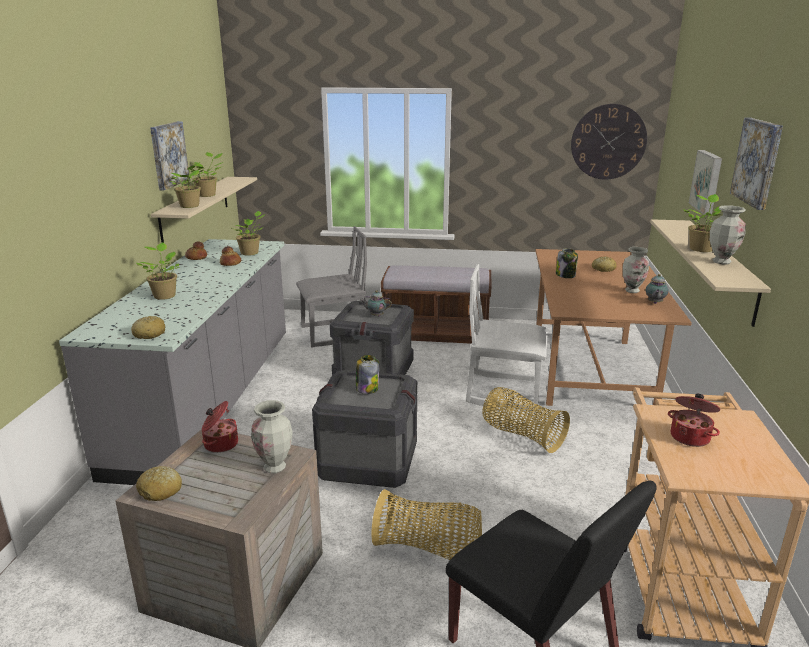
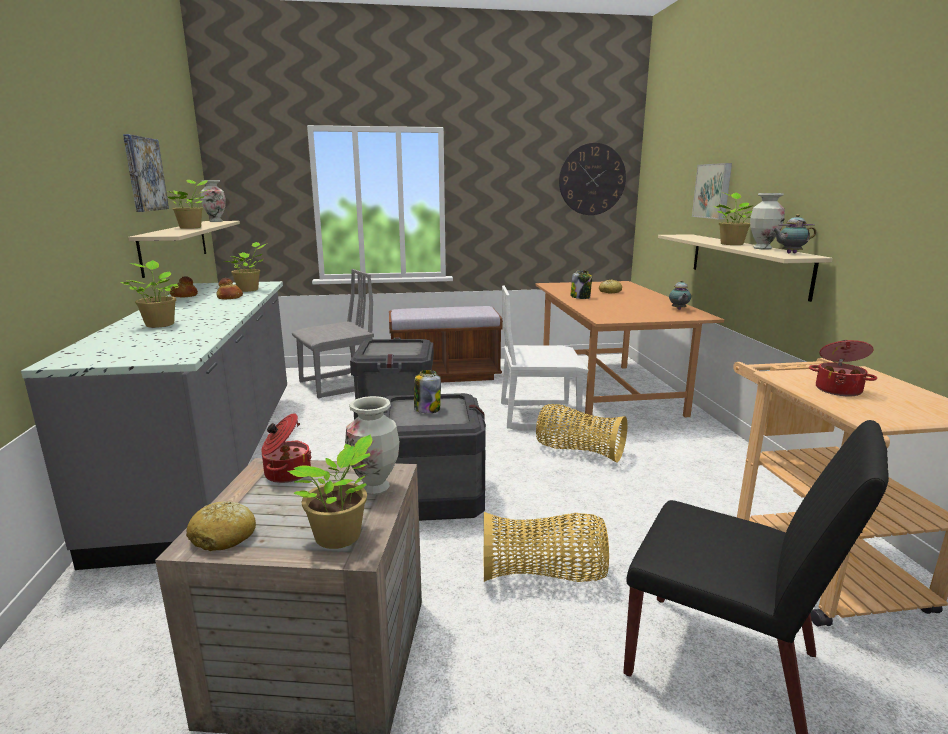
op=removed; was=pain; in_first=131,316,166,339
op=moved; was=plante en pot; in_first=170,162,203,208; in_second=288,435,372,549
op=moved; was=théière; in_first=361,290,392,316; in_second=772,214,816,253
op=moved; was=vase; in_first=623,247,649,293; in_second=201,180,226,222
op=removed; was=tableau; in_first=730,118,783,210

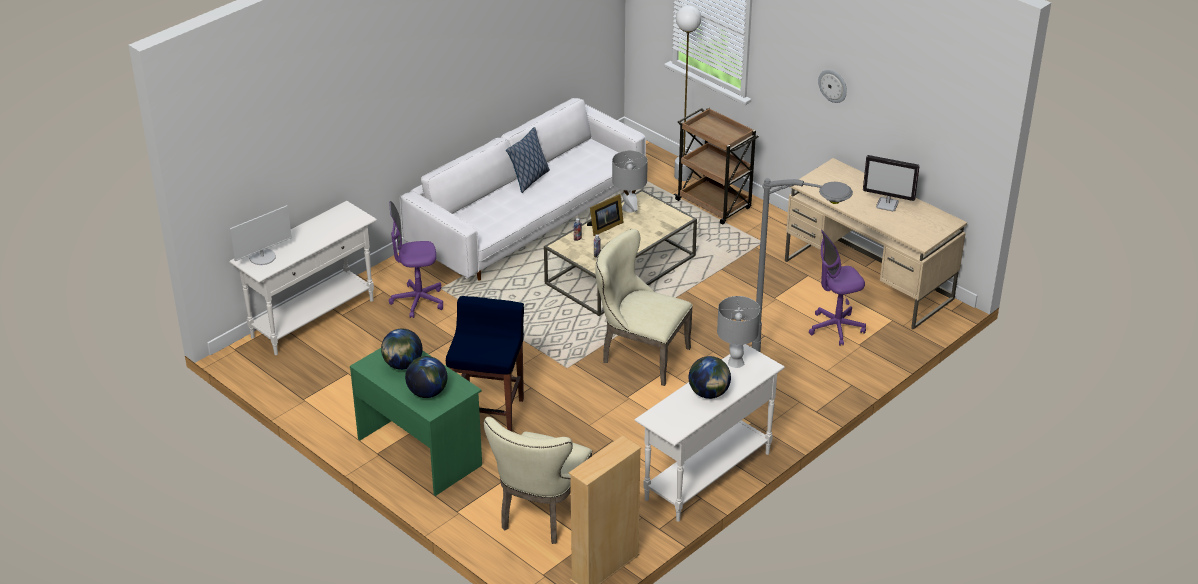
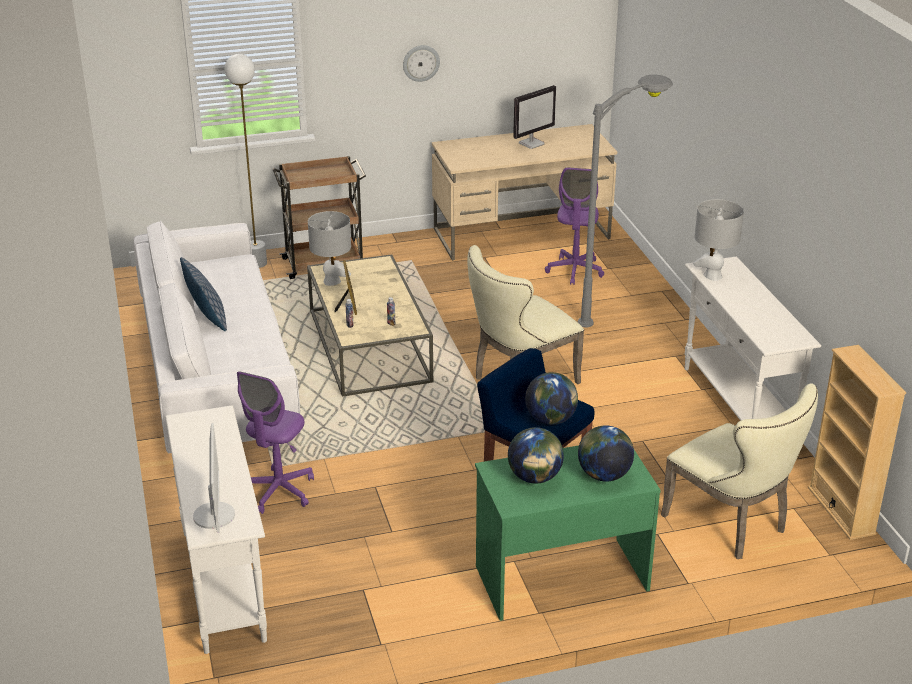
op=moved; was=globe; in_first=688,356,731,399; in_second=525,372,578,425

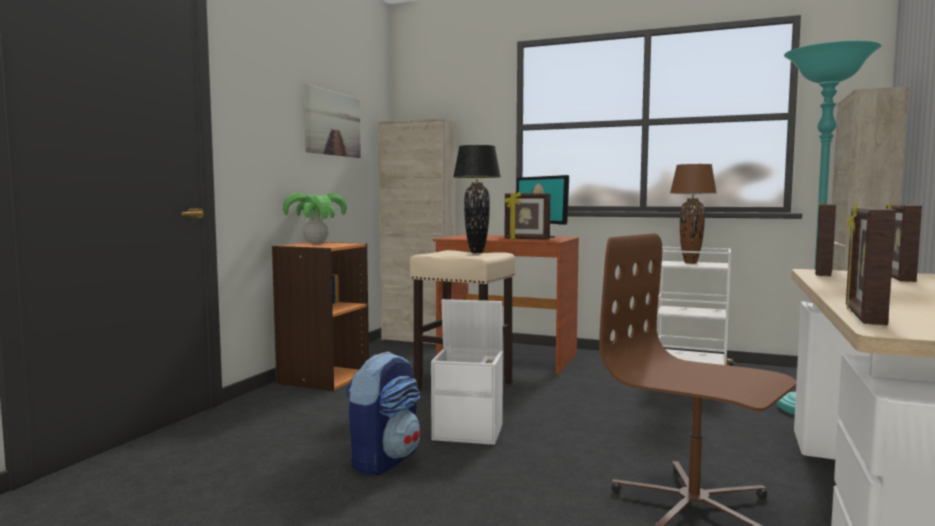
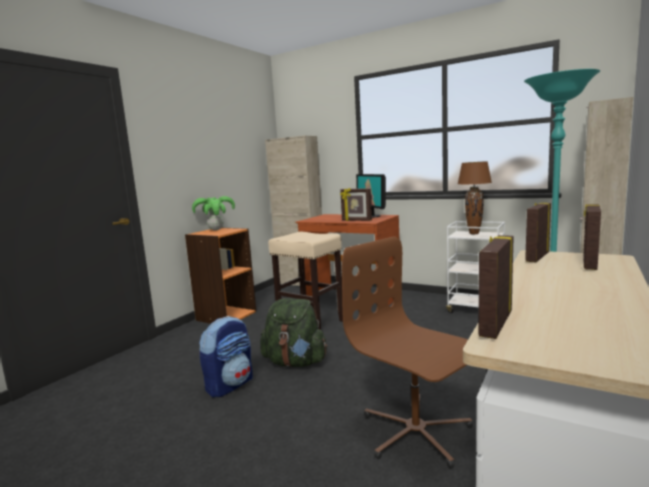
op=removed; was=tableau; in_first=304,84,361,158
op=replaced; was=boîte de rangement [blanc]; now=sac à dos [vert]; in_first=431,299,503,445; in_second=260,298,327,367
op=removed; was=lampe de table [noir]; in_first=453,145,501,253

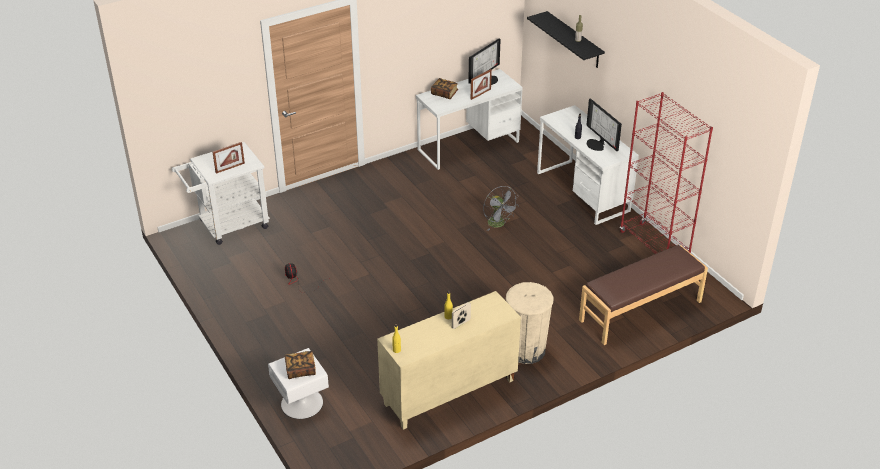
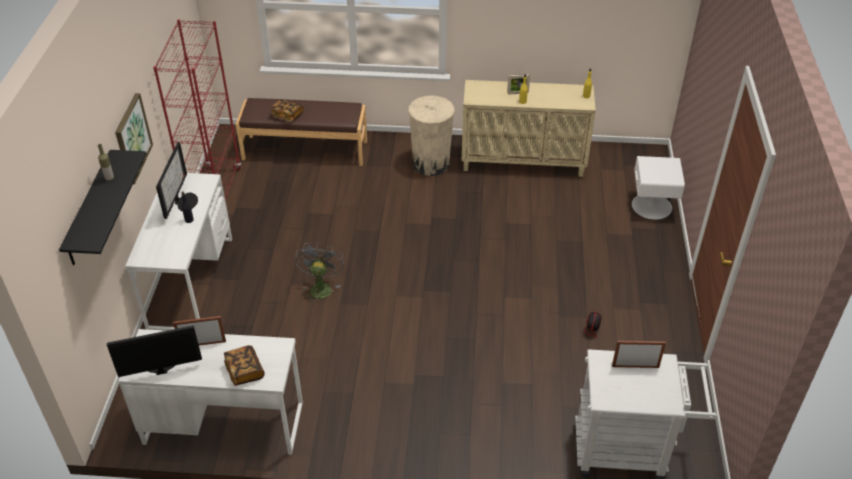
op=moved; was=livre; in_first=285,351,316,379; in_second=271,99,303,122
op=added; now=tableau; in_second=115,93,153,185

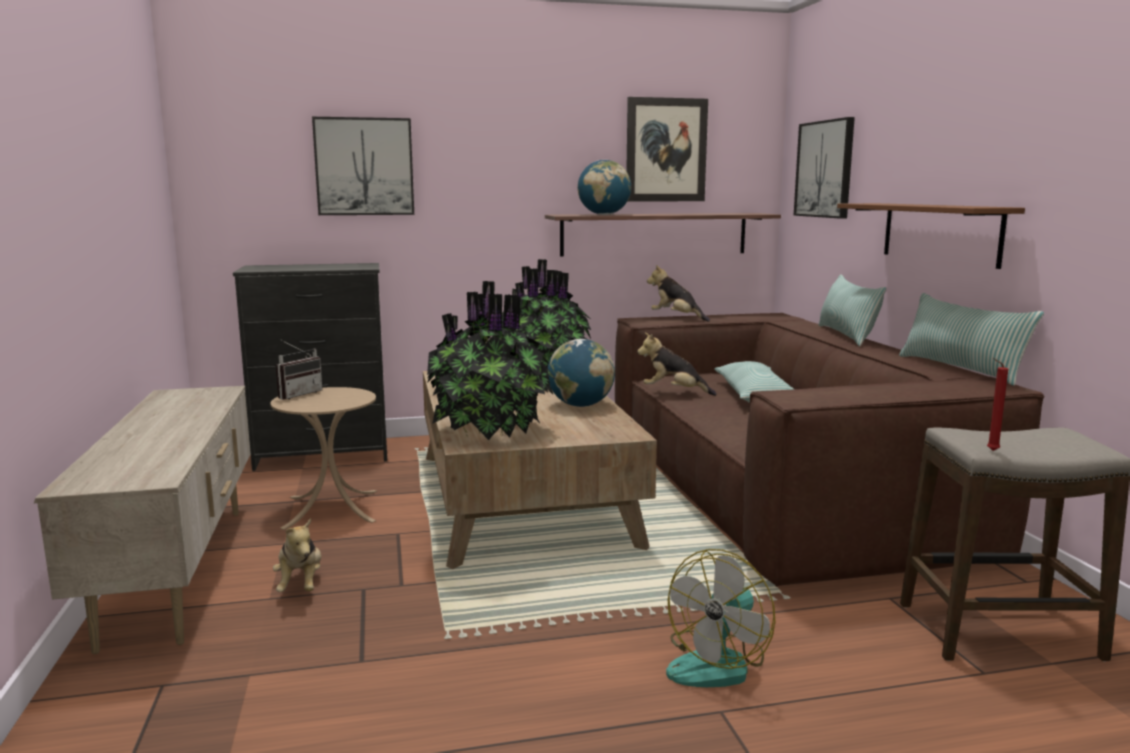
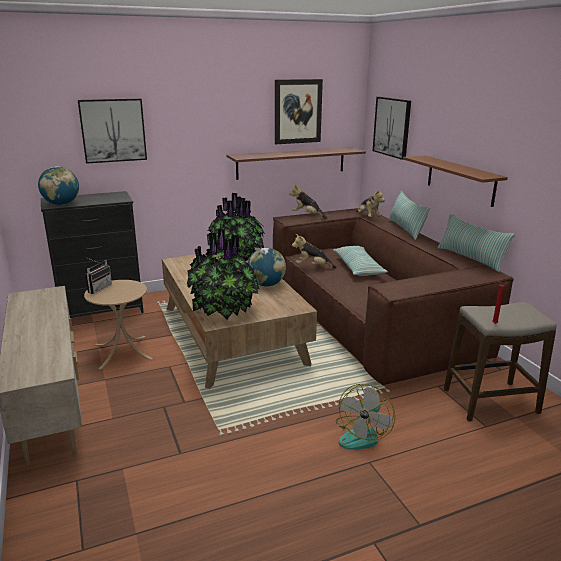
op=moved; was=peluche; in_first=273,519,321,592; in_second=355,189,385,217
op=moved; was=globe; in_first=578,160,631,215; in_second=38,166,79,205

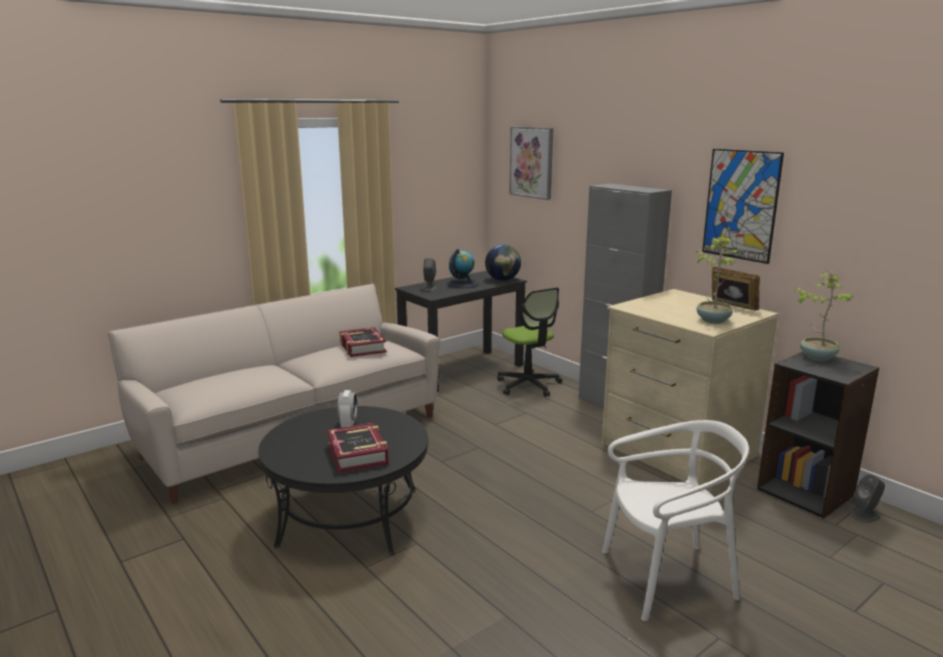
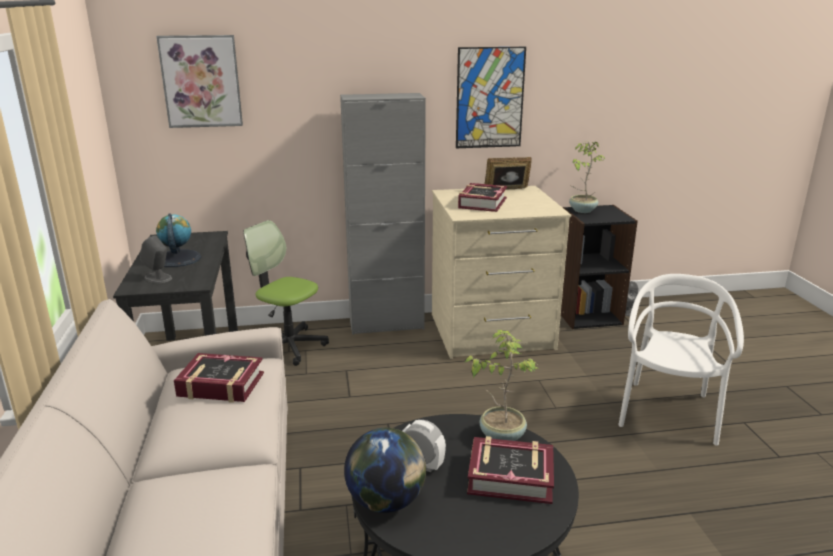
op=moved; was=globe; in_first=485,245,521,281; in_second=344,428,426,513
op=turned; was=chaise de bureau; in_first=497,287,562,397; in_second=243,220,329,366; clockwise=-150
op=moved; was=plante en pot; in_first=696,235,744,324; in_second=464,330,539,441
op=added; now=livre; in_second=458,183,507,212

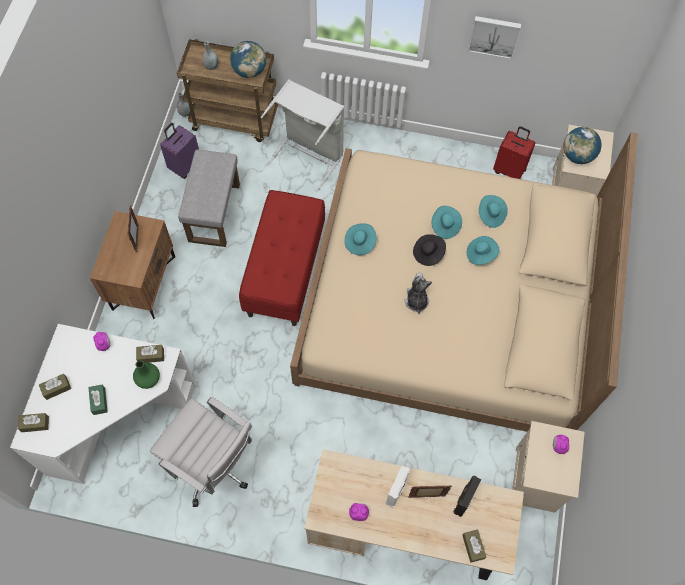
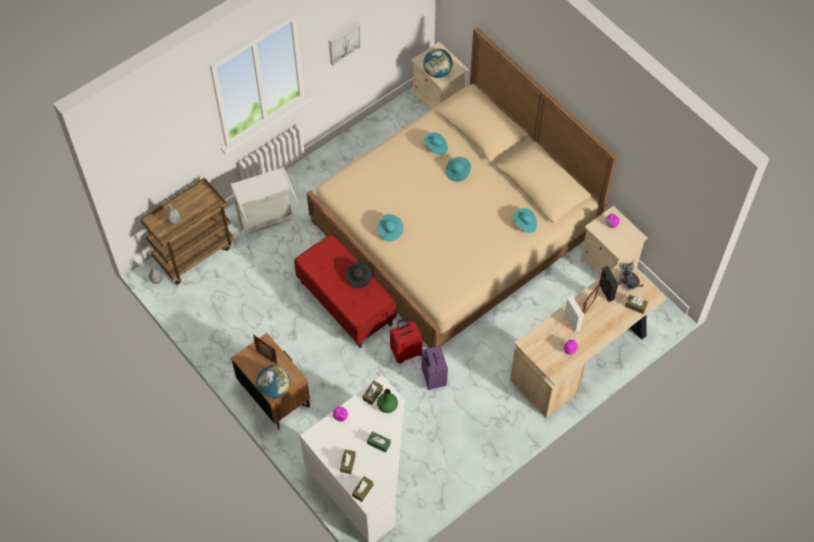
op=removed; was=chaise de bureau [blanc]; in_first=150,397,252,507
op=moved; was=valise [violet]; in_first=160,123,199,179; in_second=421,346,448,390
op=removed; was=pouf [gris]; in_first=178,150,240,247
op=moved; was=globe; in_first=230,41,266,78; in_second=256,365,290,399
op=moved; was=peluche; in_first=404,272,432,314; in_second=616,260,644,291
op=moved; was=chapeau [noir]; in_first=413,234,446,266; in_second=346,261,372,288
op=moved; was=chapeau [turquoise]; in_first=431,206,462,239; in_second=514,208,537,233
op=moved; was=valise [rouge]; in_first=493,126,536,179; in_second=390,318,422,363

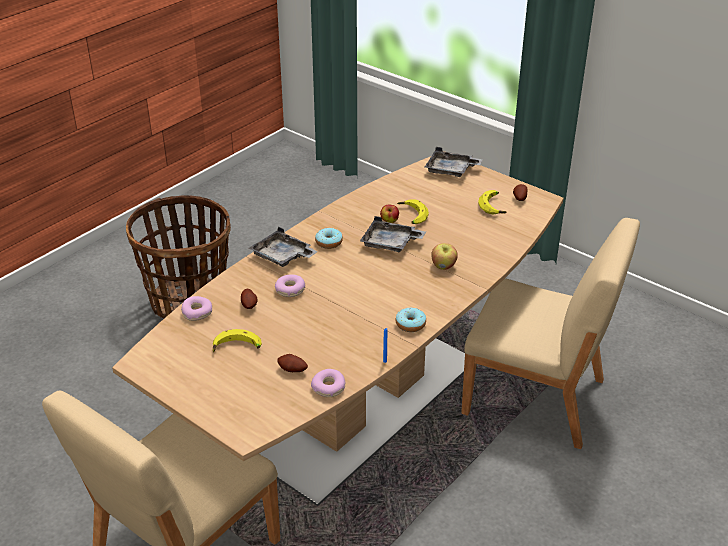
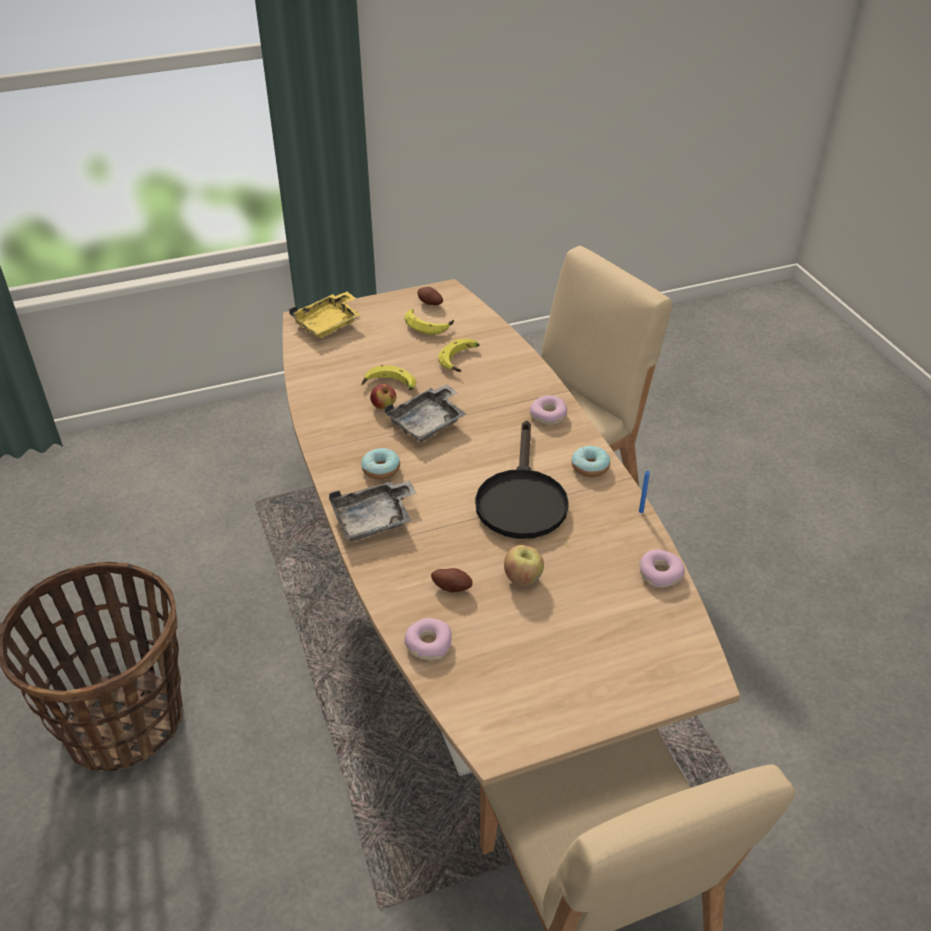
op=moved; was=banane; in_first=213,329,262,352; in_second=438,339,480,372
op=moved; was=beignet; in_first=275,274,305,297; in_second=529,395,567,425
op=removed; was=pomme de terre; in_first=278,354,308,372
op=recoloured; was=plateau [gris]; now=plateau [jaune]; in_first=425,147,483,177; in_second=289,292,361,338
op=moved; was=pomme; in_first=431,243,458,270; in_second=504,545,544,586
op=added; now=poêle [noir]; in_second=475,421,569,539

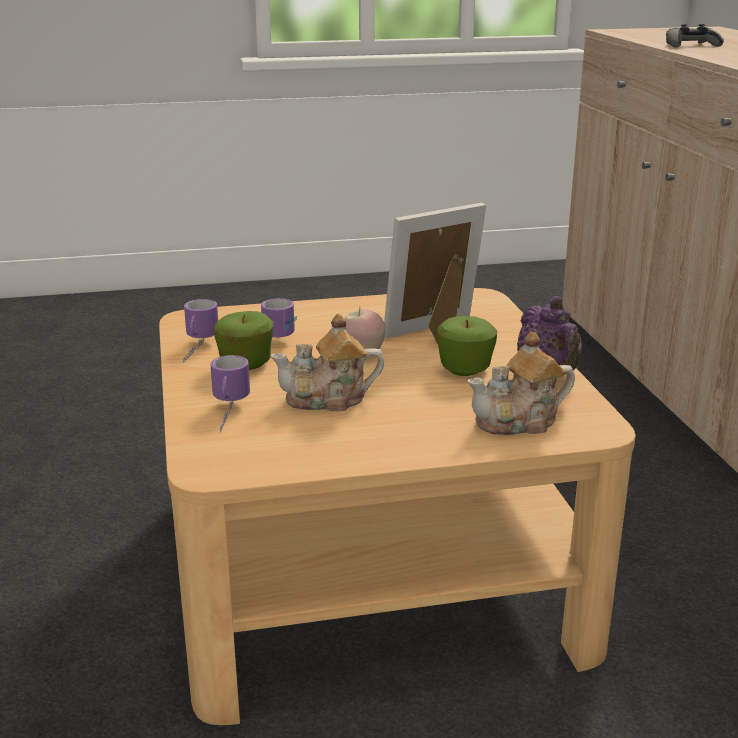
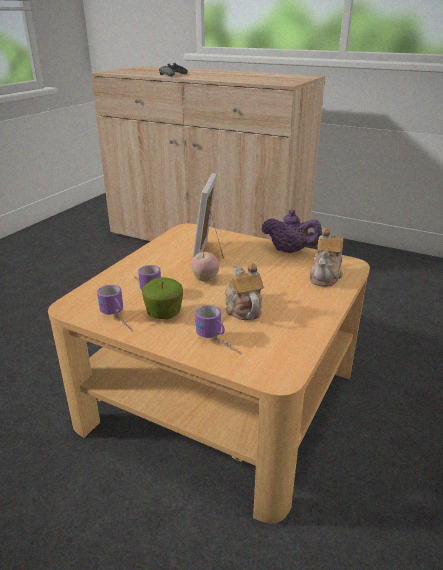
op=turned; was=théière; in_first=271,314,384,411; in_second=225,263,264,320; clockwise=135
op=removed; was=pomme; in_first=437,316,497,376

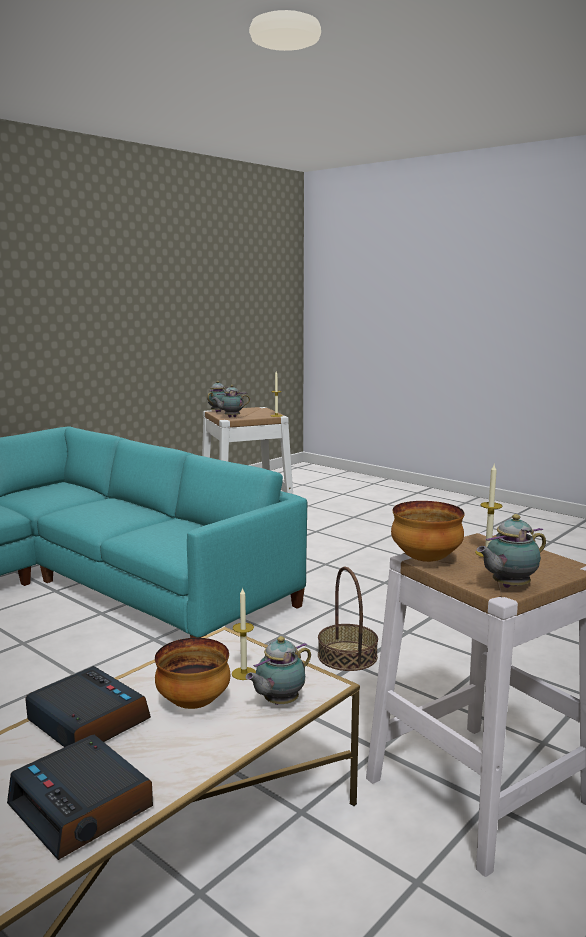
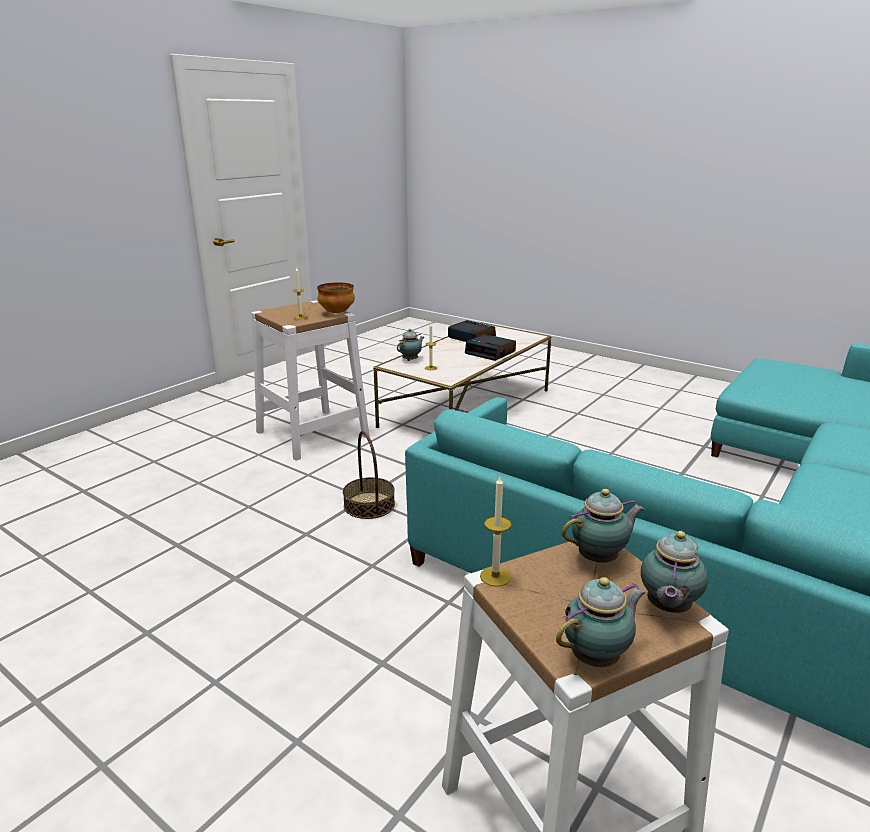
op=removed; was=bol; in_first=155,638,230,709
op=moved; was=théière; in_first=477,514,546,588; in_second=556,577,646,667

